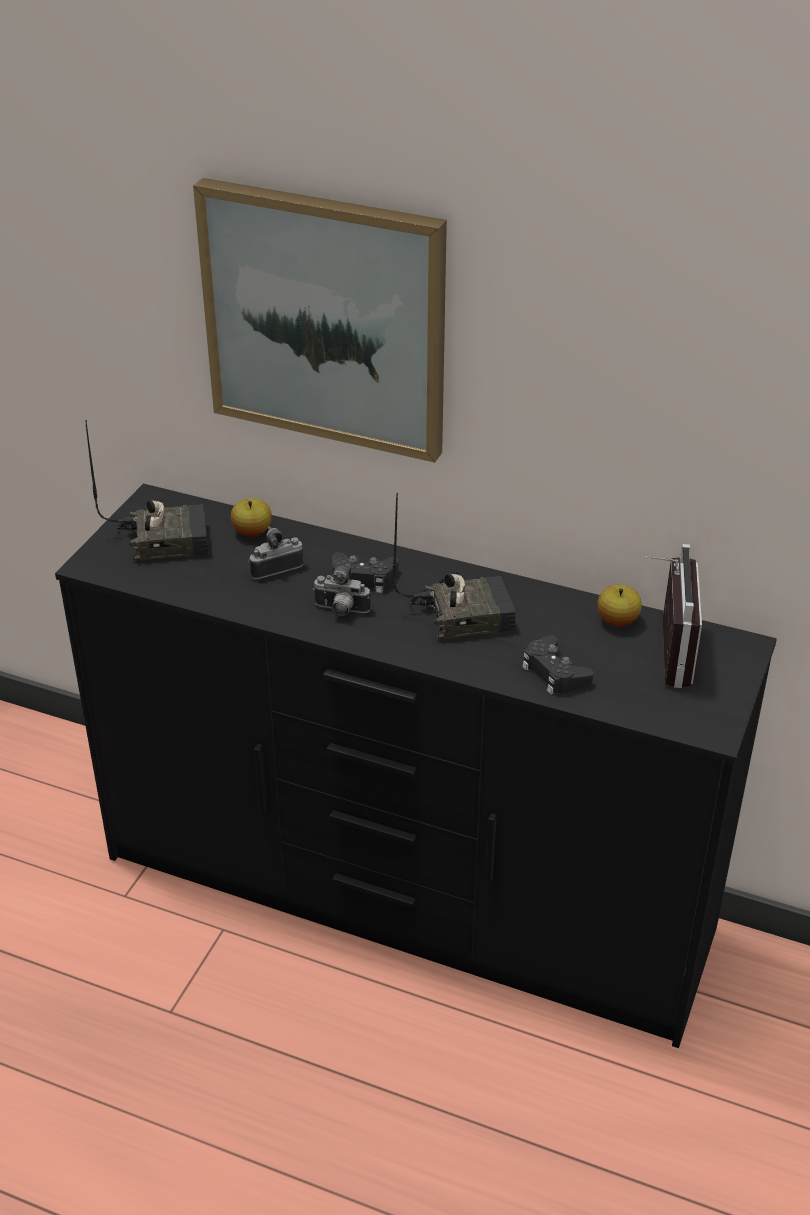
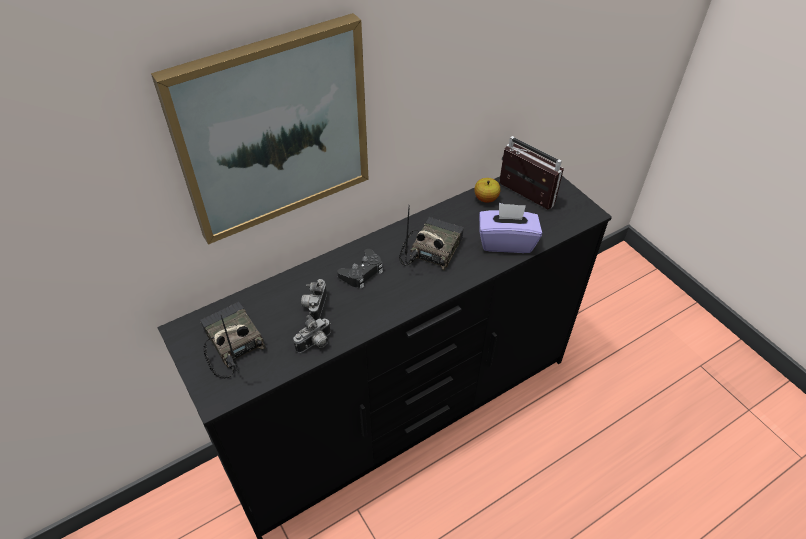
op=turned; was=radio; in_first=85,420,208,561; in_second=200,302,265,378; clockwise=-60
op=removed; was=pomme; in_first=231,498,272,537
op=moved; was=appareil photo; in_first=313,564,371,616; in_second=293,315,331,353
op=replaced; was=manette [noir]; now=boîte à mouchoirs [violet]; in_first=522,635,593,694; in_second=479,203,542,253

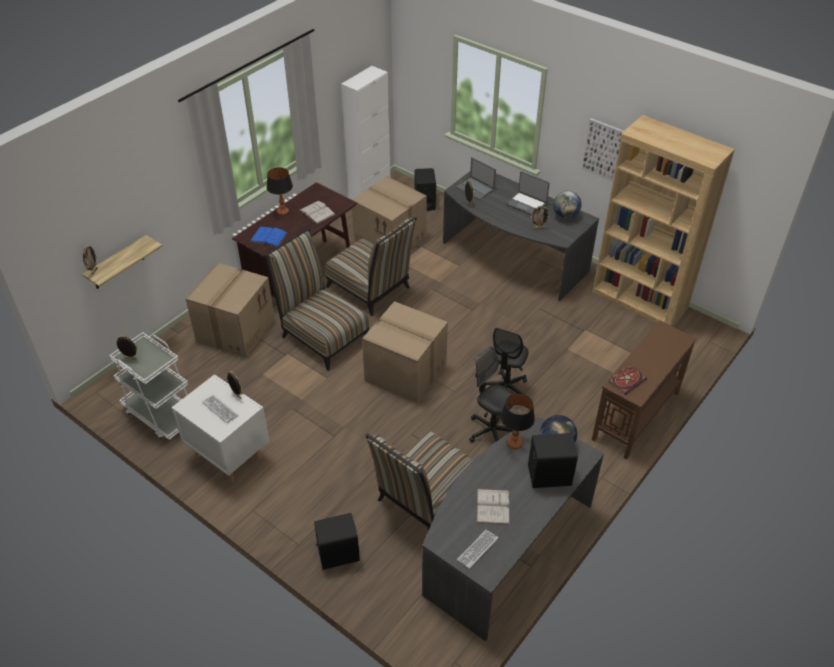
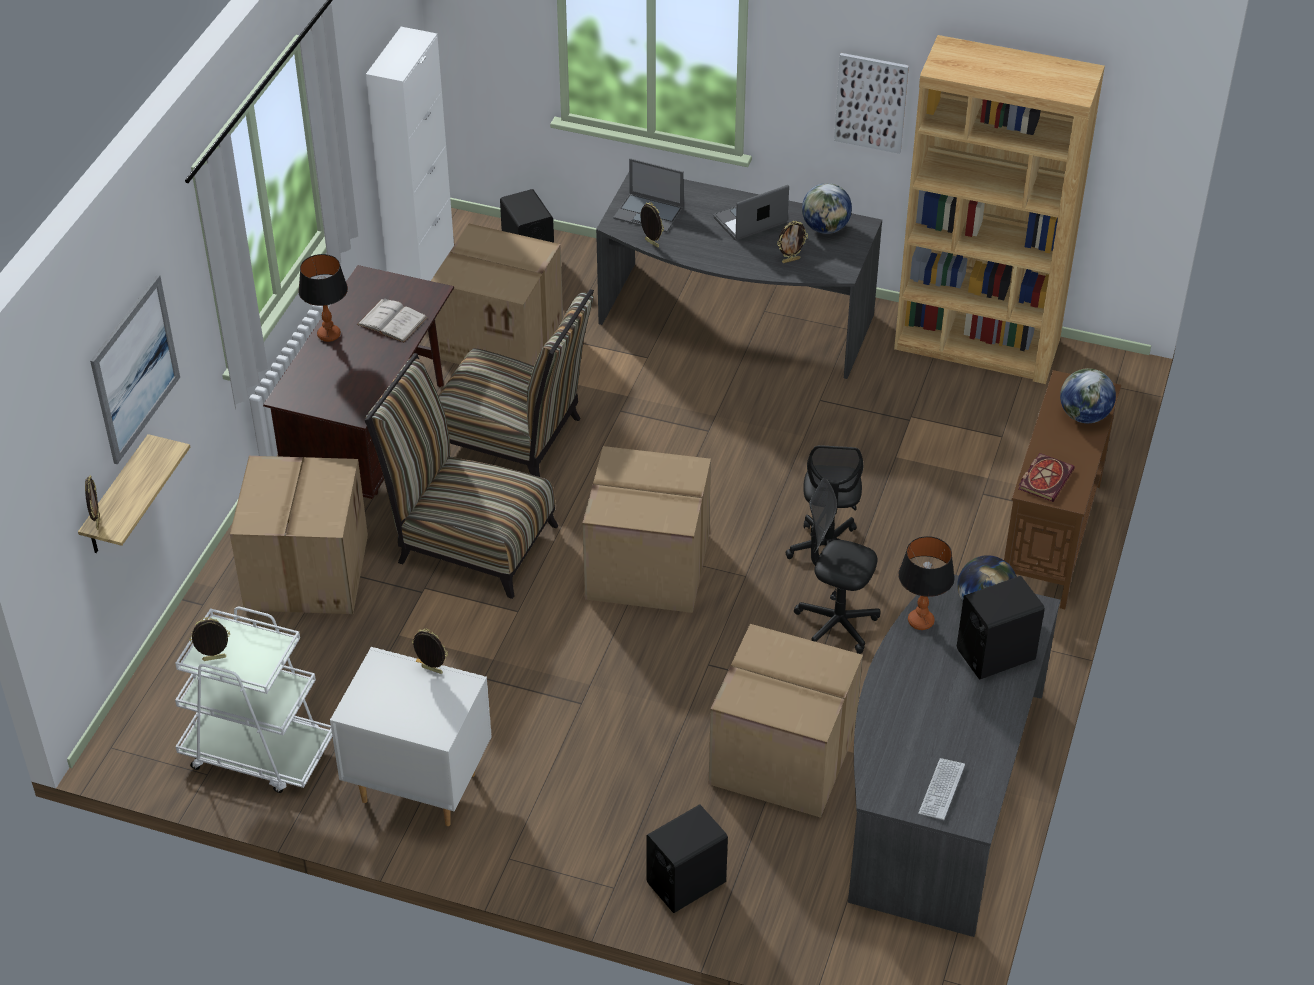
op=removed; was=clavier; in_first=202,395,239,423
op=removed; was=livre [bleu]; in_first=250,227,288,247
op=replaced; was=chaise; now=carton; in_first=365,430,474,531; in_second=709,624,863,818
op=removed; was=livre [blanc]; in_first=477,489,509,525
op=turned; was=ordinateur portable; in_first=506,171,550,215; in_second=713,185,789,241; clockwise=135
op=added; now=tableau; in_second=90,274,180,464
op=added; now=globe; in_second=1060,368,1116,423

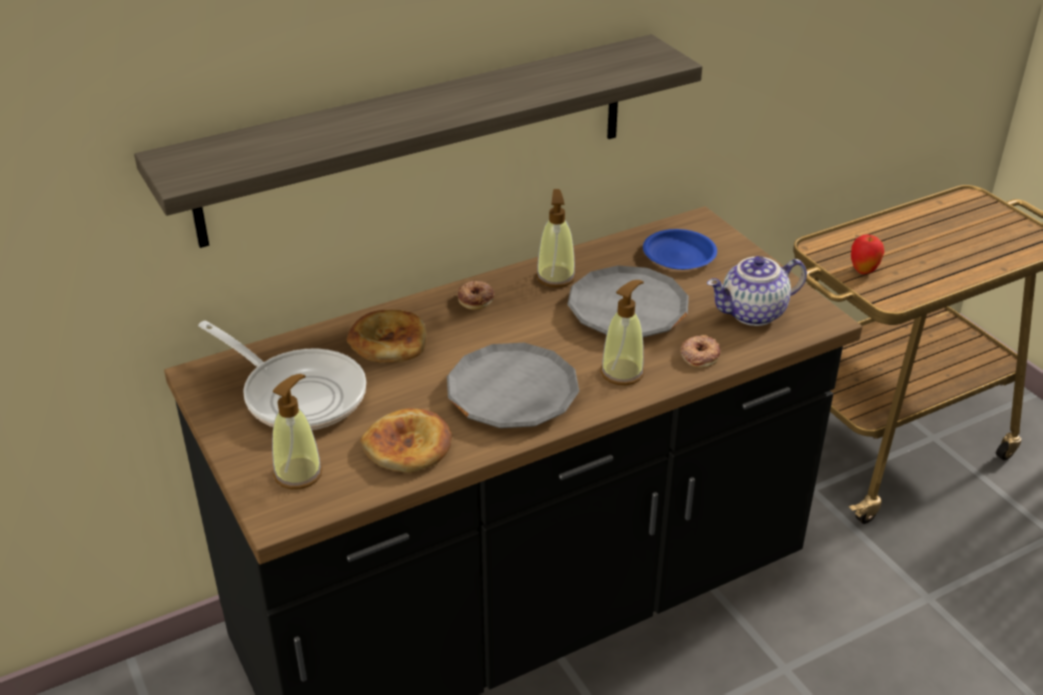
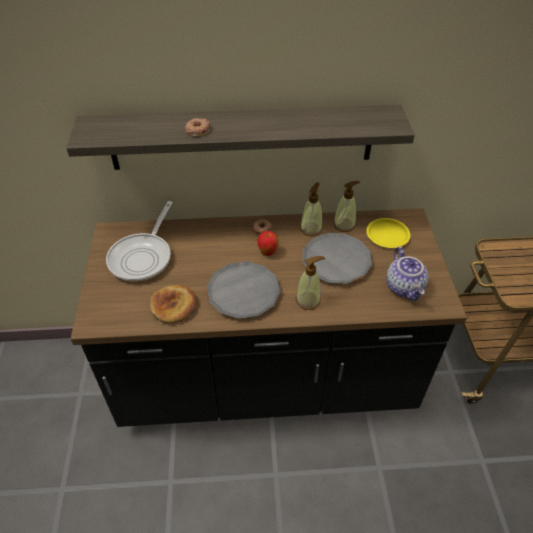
op=turned; was=poêle; in_first=198,320,366,430; in_second=106,201,173,282; clockwise=45
op=moved; was=distributeur de savon; in_first=272,374,323,489; in_second=333,181,360,232
op=removed; was=pain; in_first=347,310,426,363
op=recoloured; was=assiette [bleu]; now=assiette [jaune]; in_first=643,229,717,270; in_second=366,218,410,248
op=moved; was=beignet; in_first=680,335,721,368; in_second=185,118,211,137
op=turned; was=théière; in_first=707,256,807,326; in_second=386,247,429,301; clockwise=-105
op=moved; was=pomme; in_first=851,235,884,274; in_second=257,231,279,256

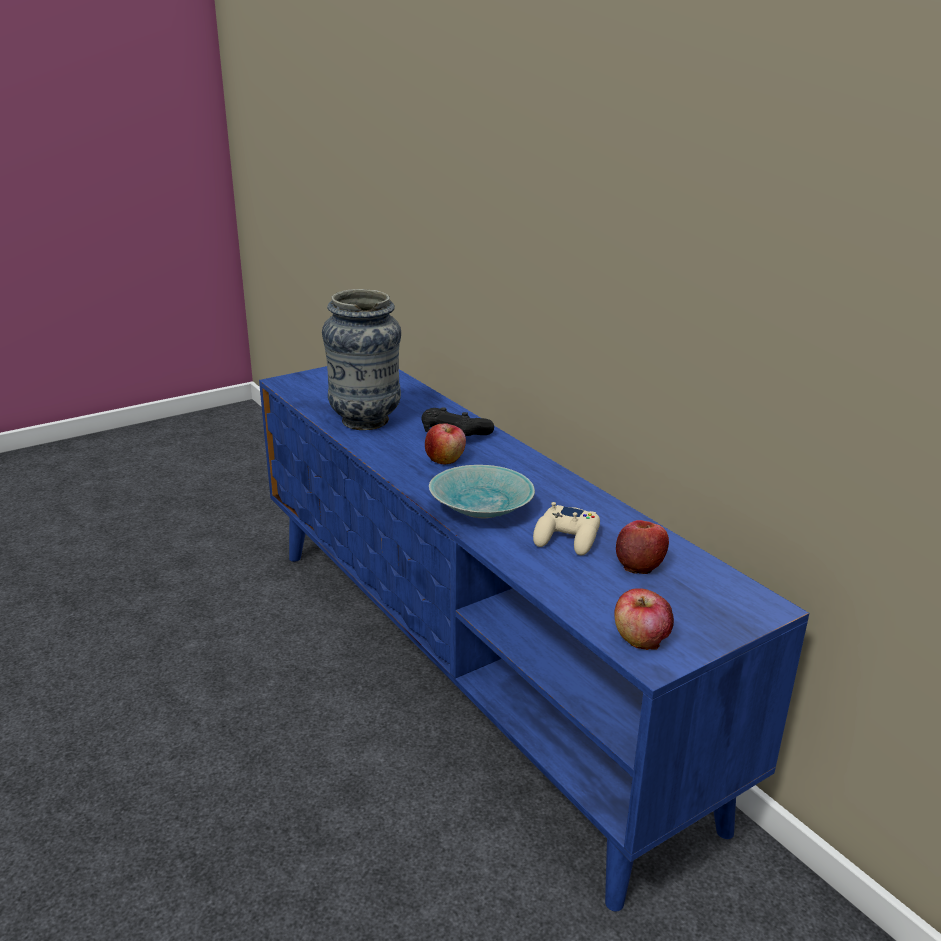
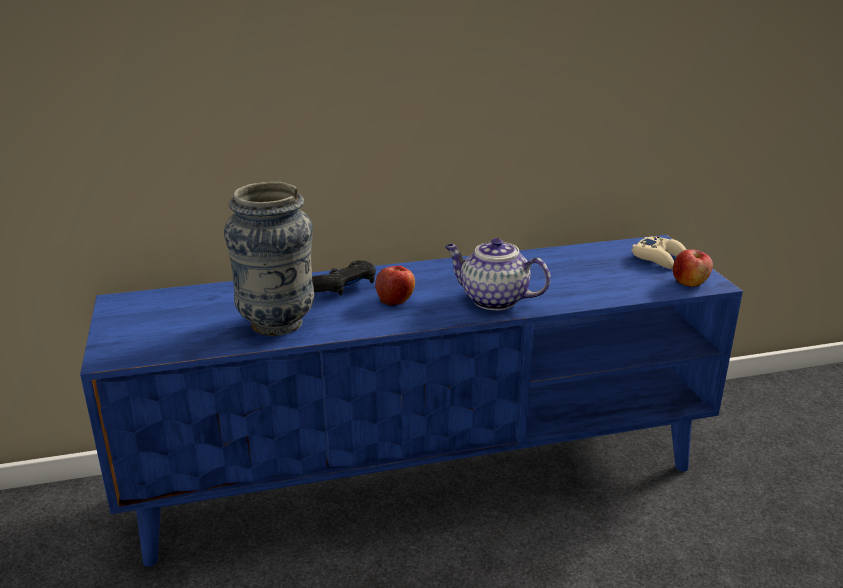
op=replaced; was=bol [turquoise]; now=théière; in_first=429,465,535,518; in_second=445,238,551,310
op=moved; was=manette [beige]; in_first=533,502,600,555; in_second=632,236,687,269
op=removed; was=pomme; in_first=616,520,669,574

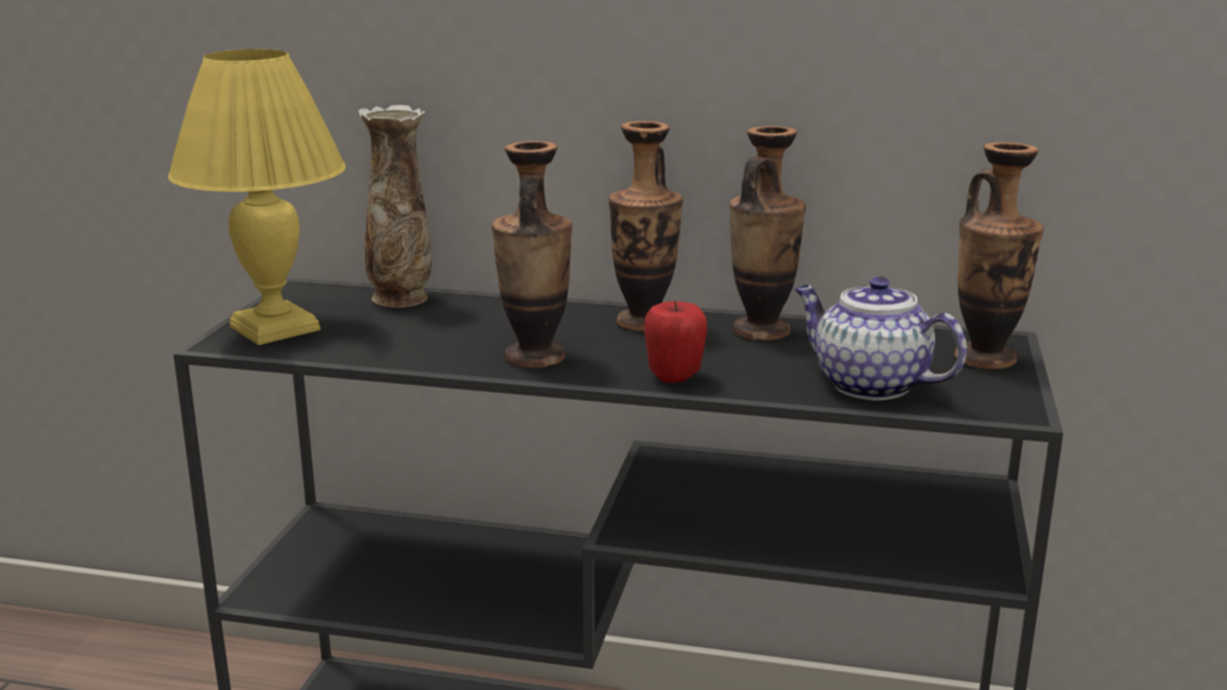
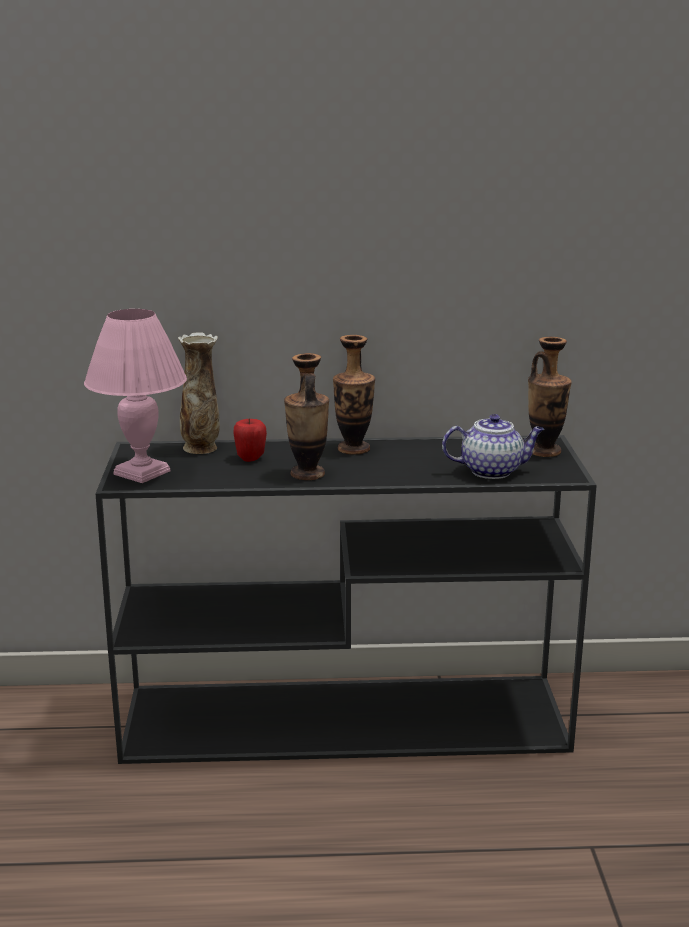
op=recoloured; was=lampe de table [jaune]; now=lampe de table [rose]; in_first=168,49,346,345; in_second=84,309,187,483
op=moved; was=pomme; in_first=644,301,707,383; in_second=234,419,267,462
op=removed; was=vase; in_first=729,126,806,340
op=turned; was=théière; in_first=794,276,967,400; in_second=442,414,544,479; clockwise=150

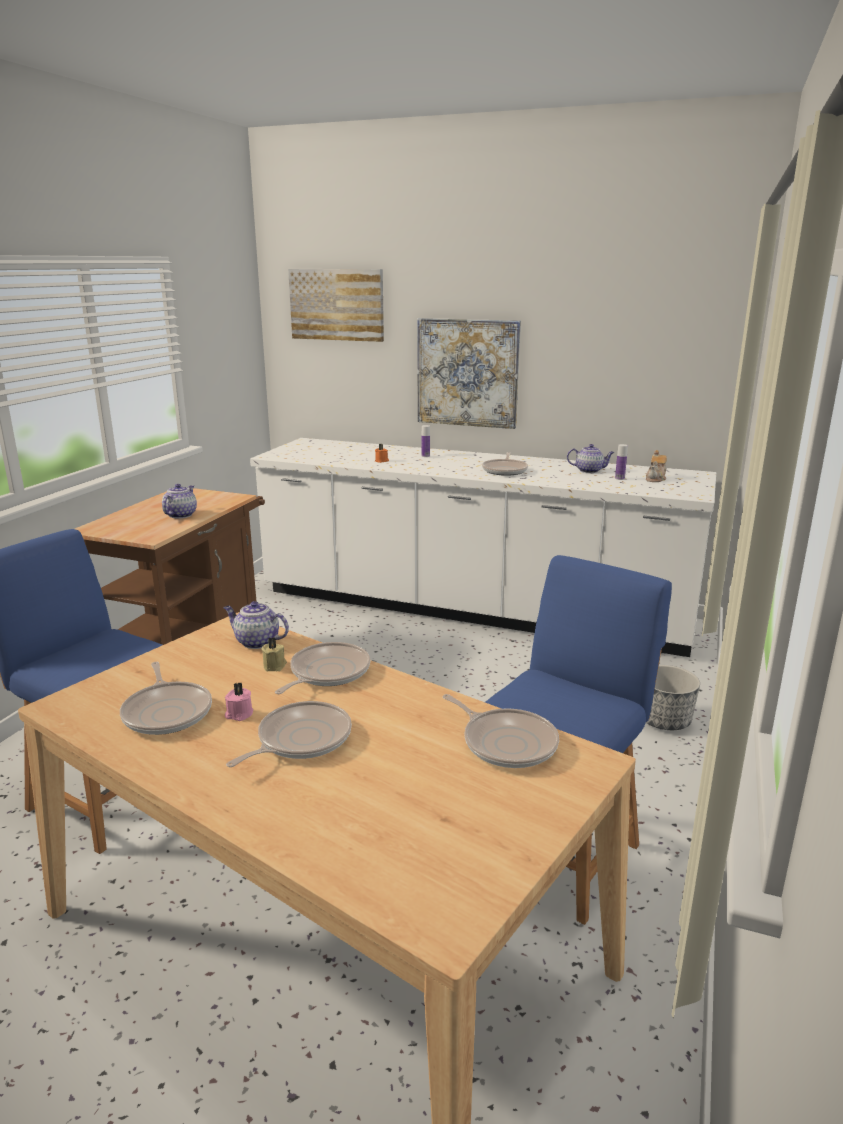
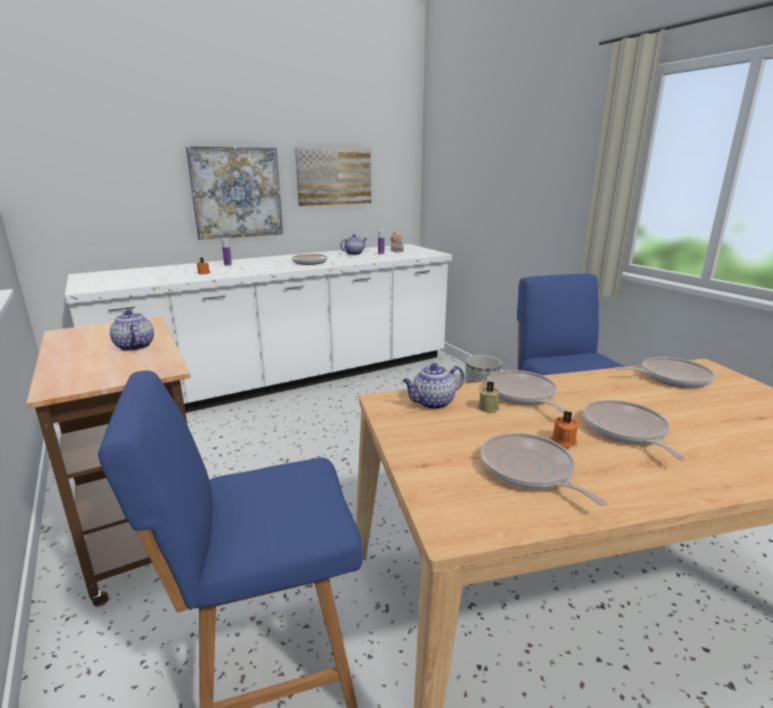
op=turned; was=poêle; in_first=120,662,212,735; in_second=481,433,608,506; clockwise=-135
op=recoloured; was=bougie [rose]; now=bougie [orange]; in_first=225,682,253,721; in_second=551,411,579,449
op=moved; was=tableau; in_first=288,269,384,342; in_second=295,148,371,206

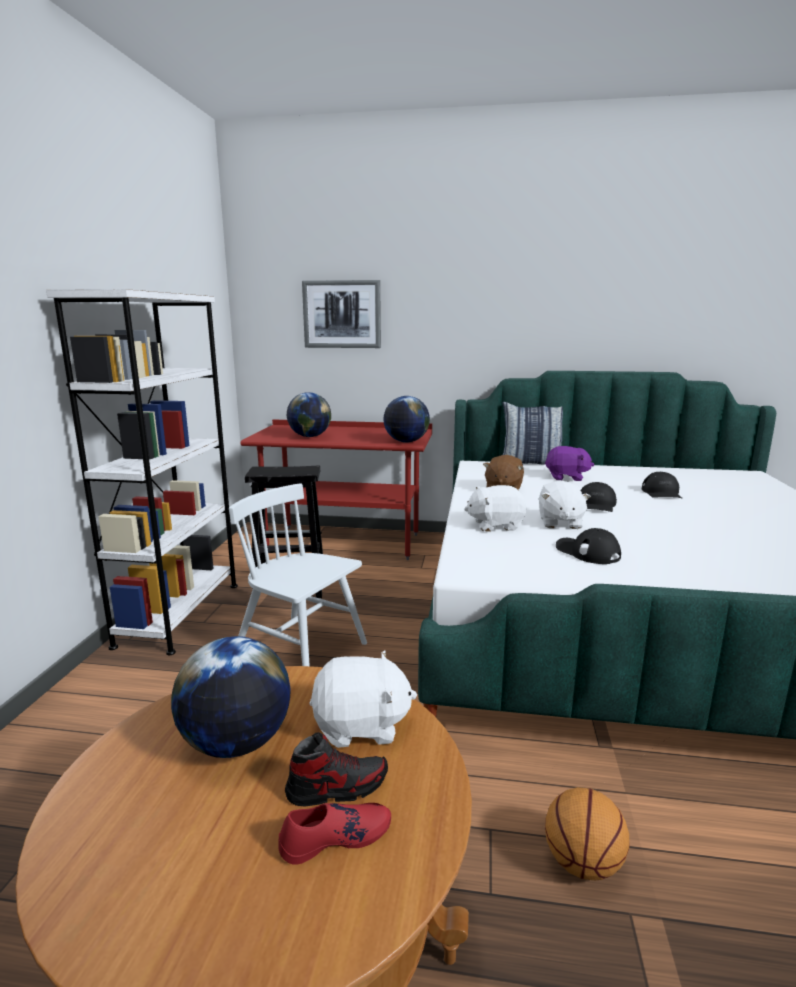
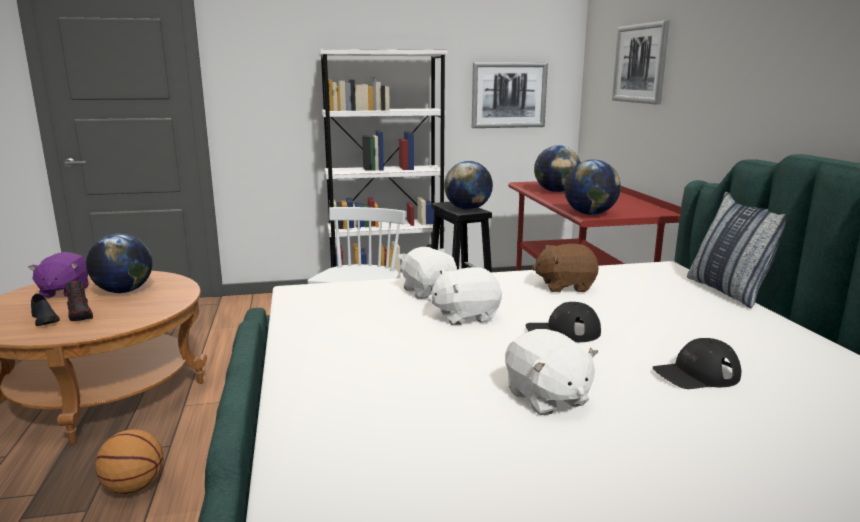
op=recoloured; was=chaussure [rouge]; now=chaussure [noir]; in_first=278,803,391,865; in_second=31,293,60,326
op=moved; was=peluche [blanc]; in_first=309,650,417,748; in_second=505,329,599,415
op=moved; was=peluche [violet]; in_first=545,446,594,481; in_second=28,252,88,299
op=removed; was=casquette [noir]; in_first=556,528,621,564
op=added; now=globe; in_second=444,161,493,210
op=added; now=tableau; in_second=472,62,548,128

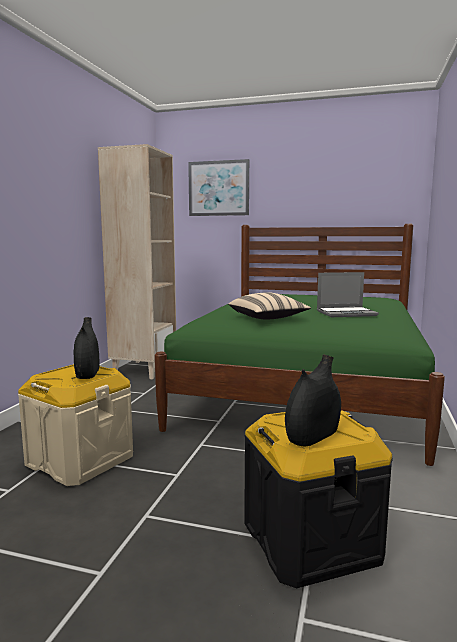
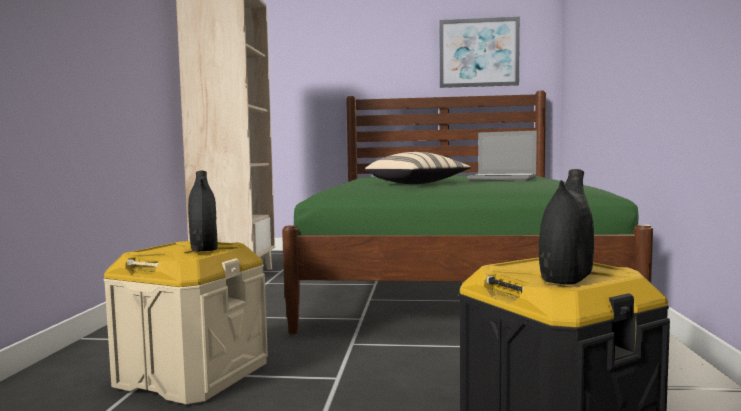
op=moved; was=tableau; in_first=188,159,249,216; in_second=439,17,520,88
op=turned; was=ordinateur portable; in_first=317,272,379,317; in_second=467,130,537,181; clockwise=45

